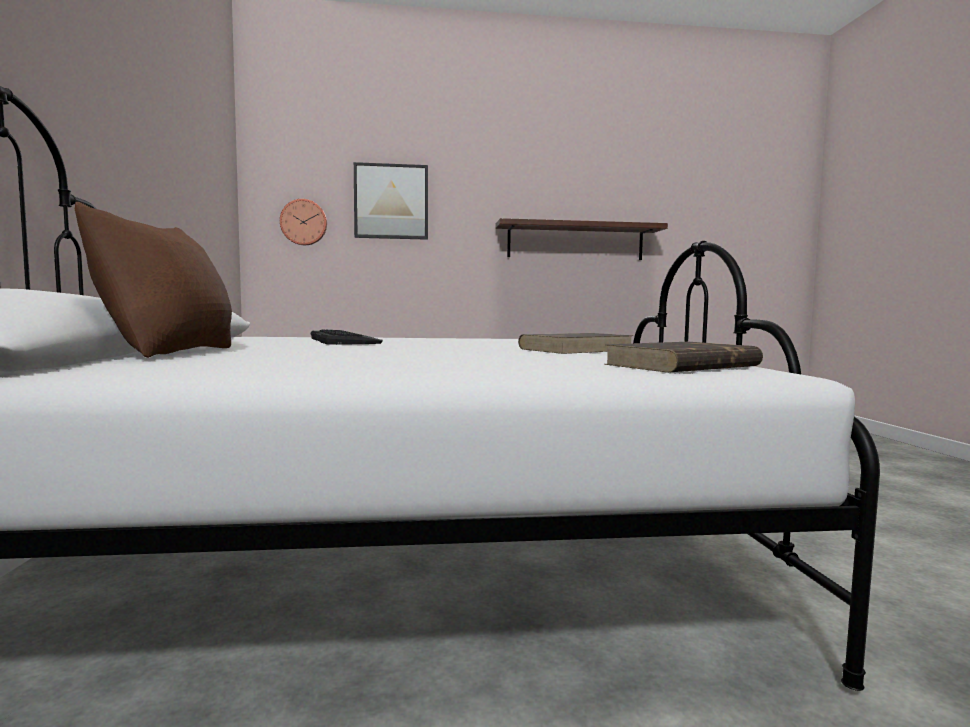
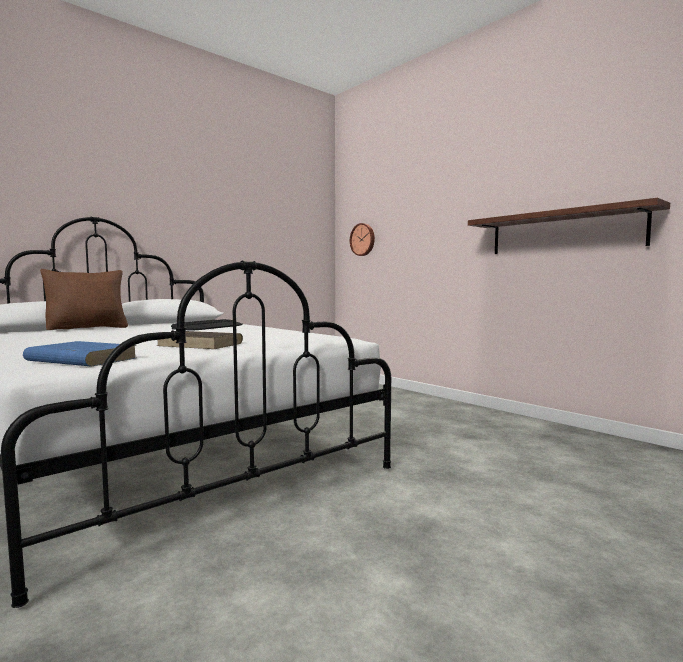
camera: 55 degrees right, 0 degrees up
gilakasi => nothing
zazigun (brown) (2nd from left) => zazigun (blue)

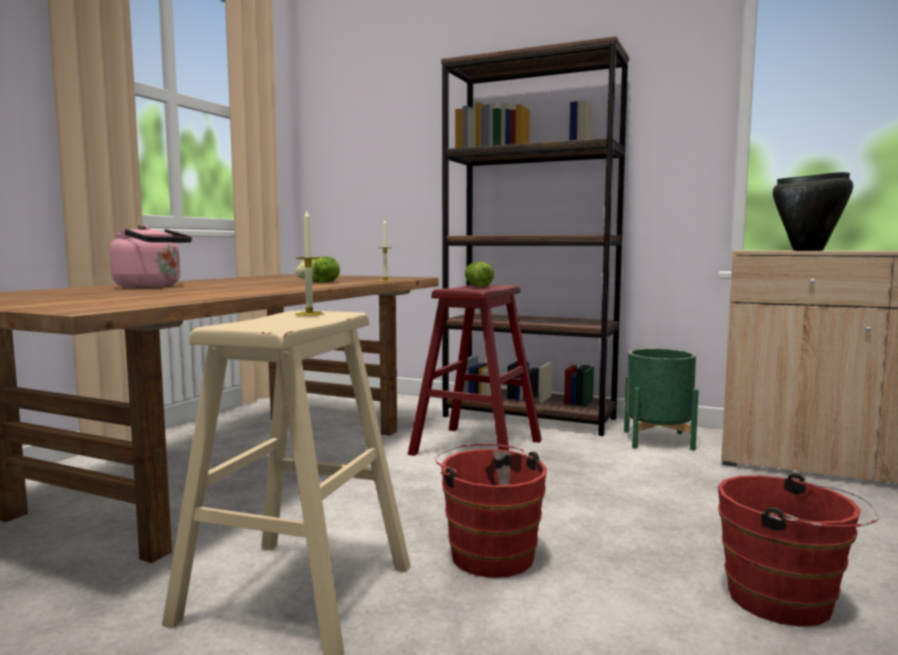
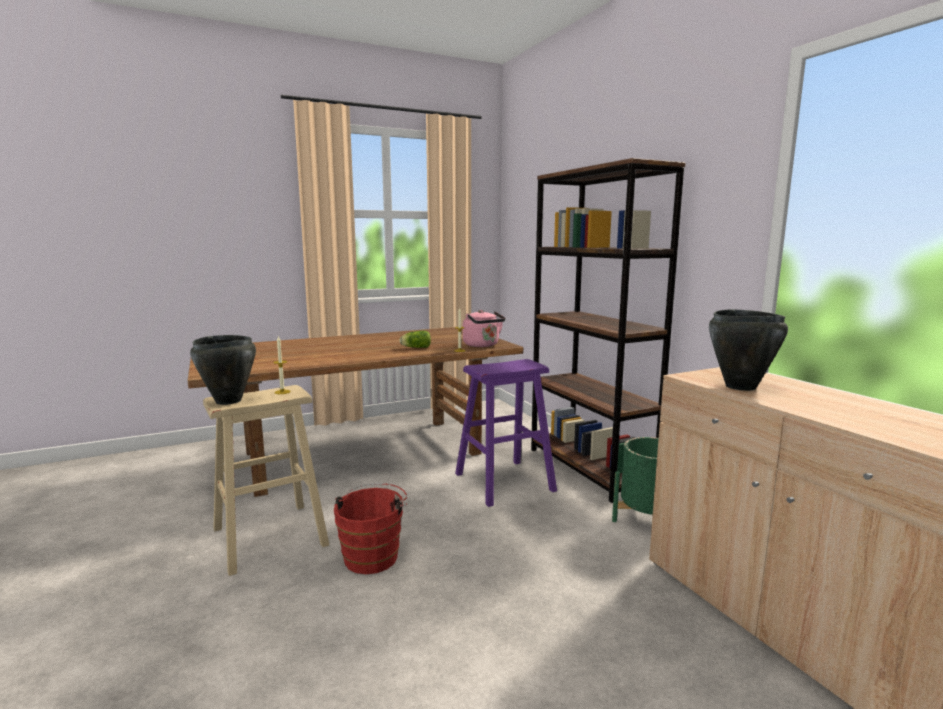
camera: 40 degrees right, 5 degrees up
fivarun (2nd from left) => nothing
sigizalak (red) (2nd from left) => nothing
nothing => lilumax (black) (1st from left)
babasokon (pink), moved
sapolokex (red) => sapolokex (purple)

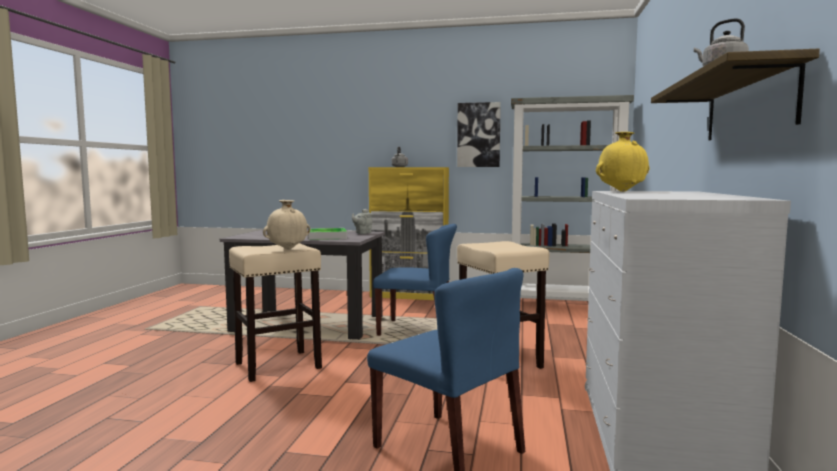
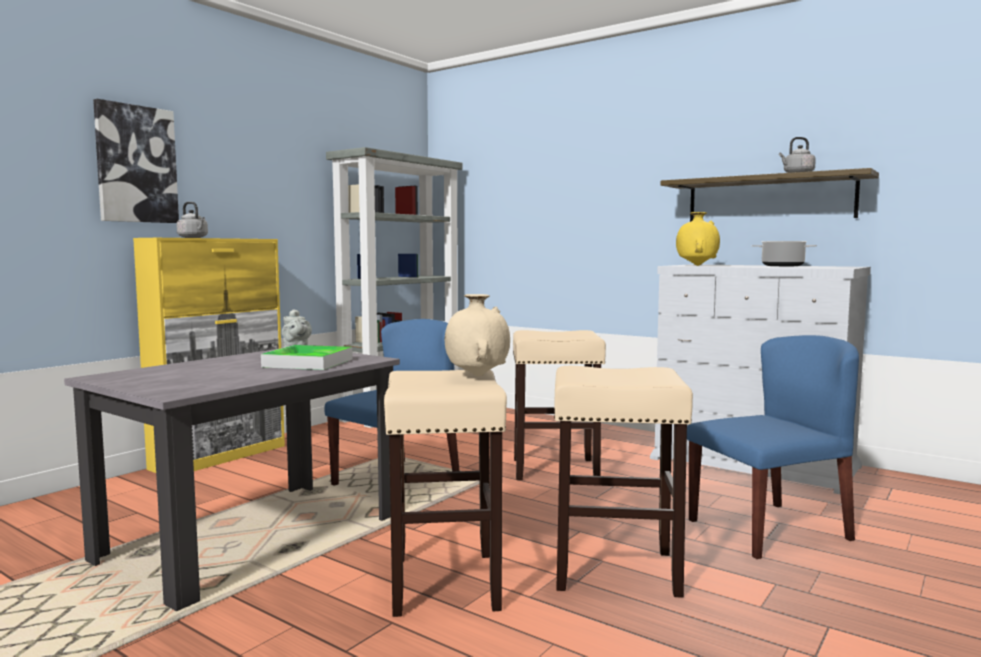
camera: 65 degrees left, 0 degrees up
nothing => sapolokex (beige) (3rd from left)
nothing => lilumax
gilakasi, moved

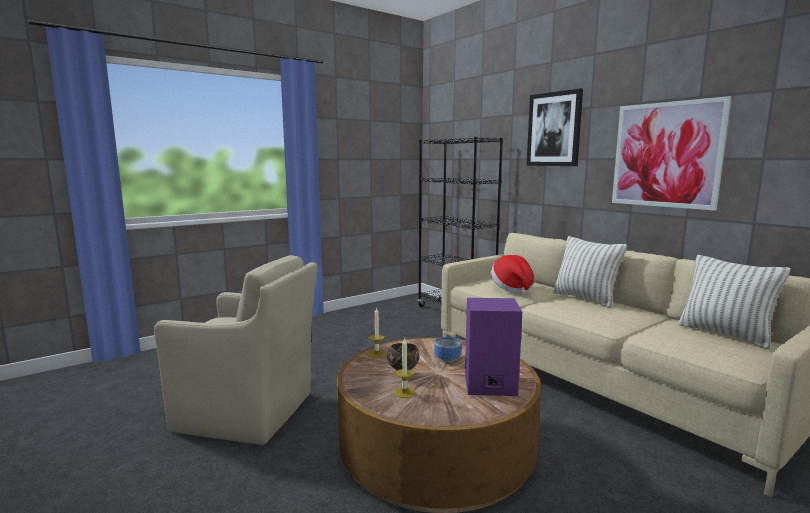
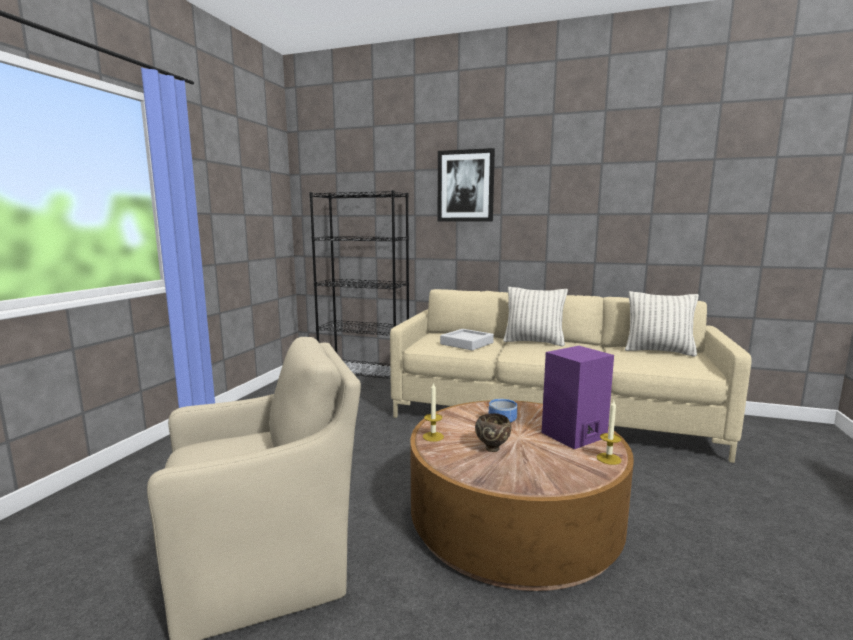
camera: 35 degrees left, 0 degrees up
gilakasi (2nd from left) => nothing
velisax (2nd from left), moved
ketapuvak => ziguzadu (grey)

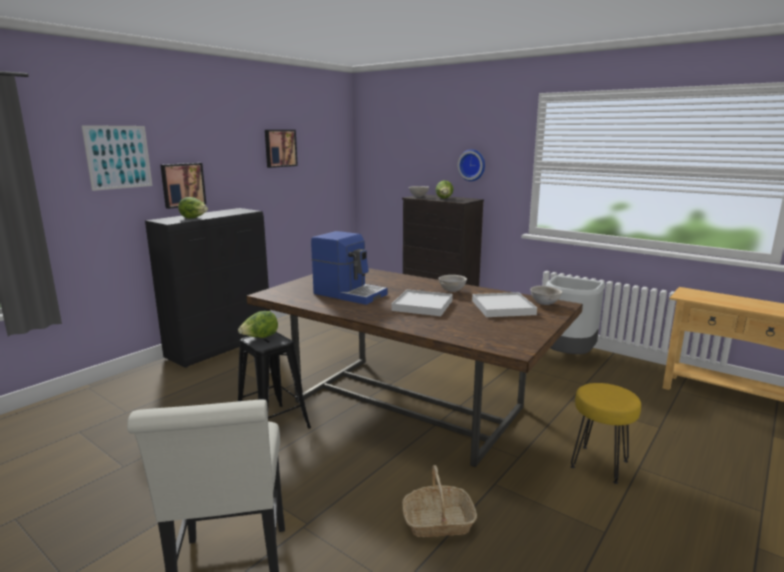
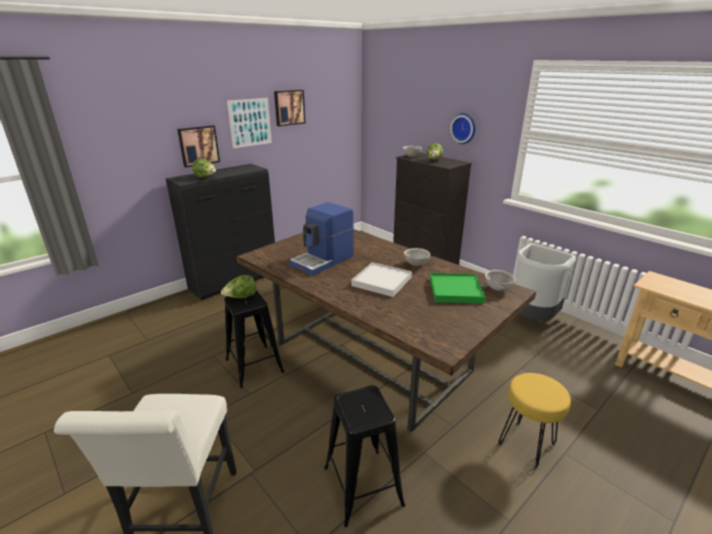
camera: 10 degrees right, 10 degrees up
gilakasi (1st from left in the first image) => gilakasi (2nd from left), moved
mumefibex => sapolokex (black) (2nd from left)
ziguzadu (white) (2nd from left) => ziguzadu (green)
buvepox, 90 degrees clockwise

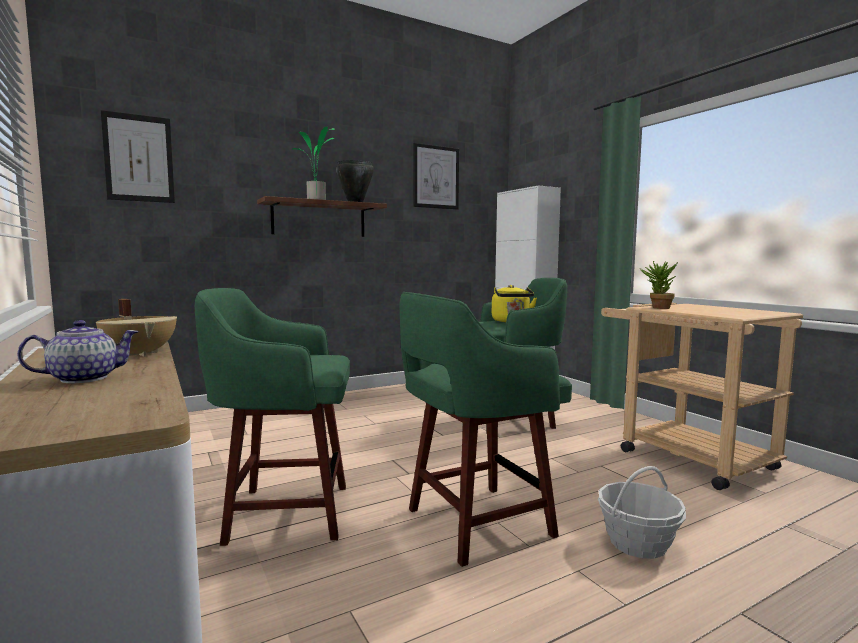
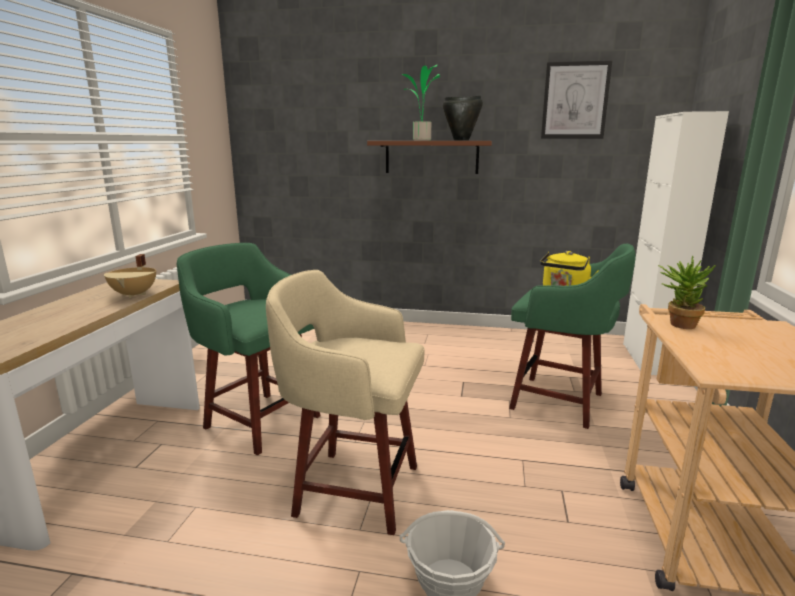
camera: 40 degrees right, 10 degrees up
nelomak => nothing
gilakasi (1st from left) => nothing
sapolokex (green) (2nd from left) => sapolokex (beige)

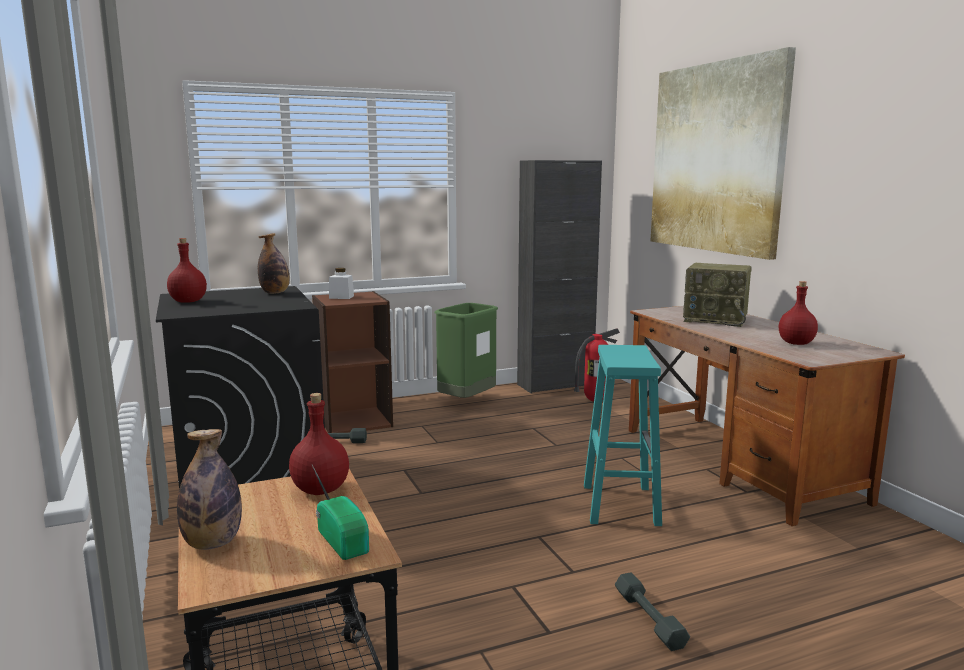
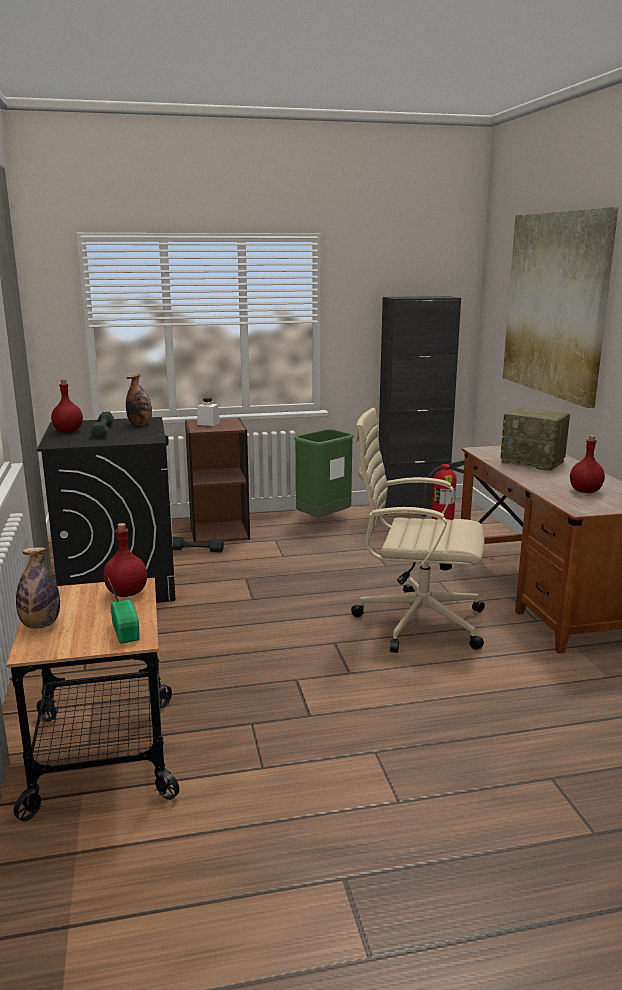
camera: 10 degrees right, 5 degrees up
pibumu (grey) (2nd from left in the first image) => pibumu (grey) (1st from left), moved
sapolokex (turquoise) => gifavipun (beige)

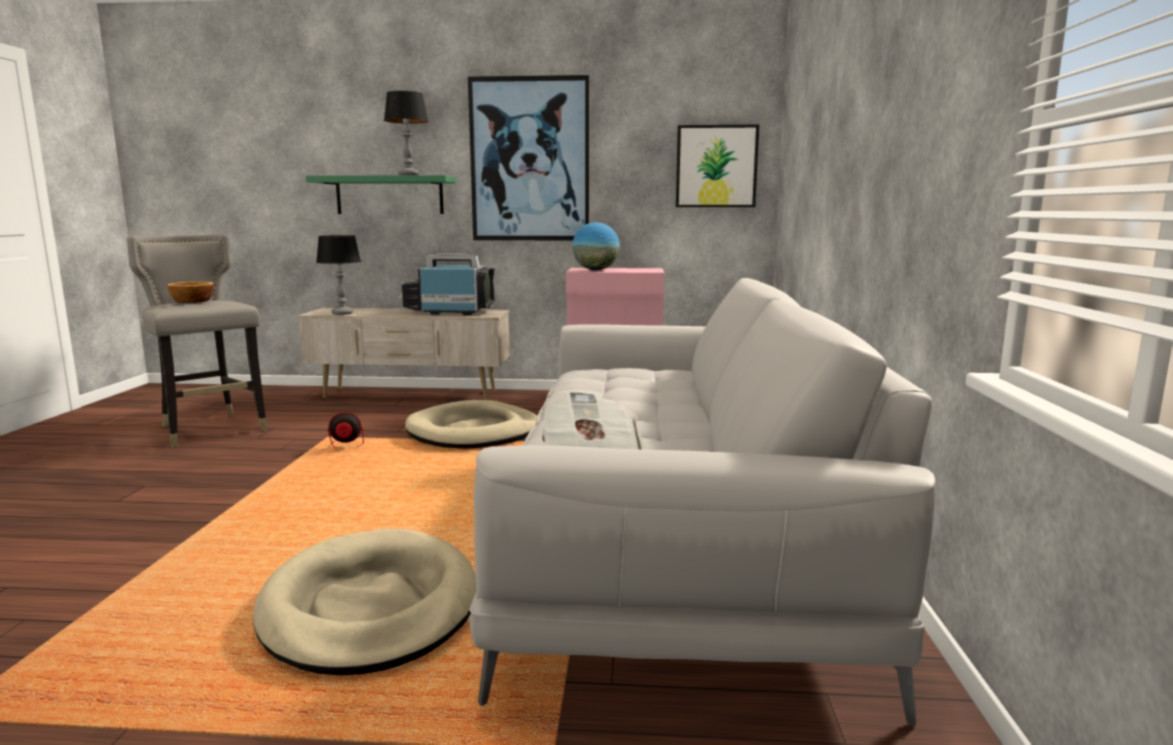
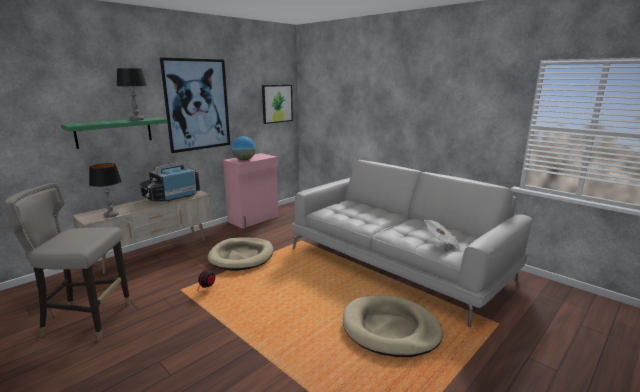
camera: 50 degrees left, 5 degrees up
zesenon => nothing

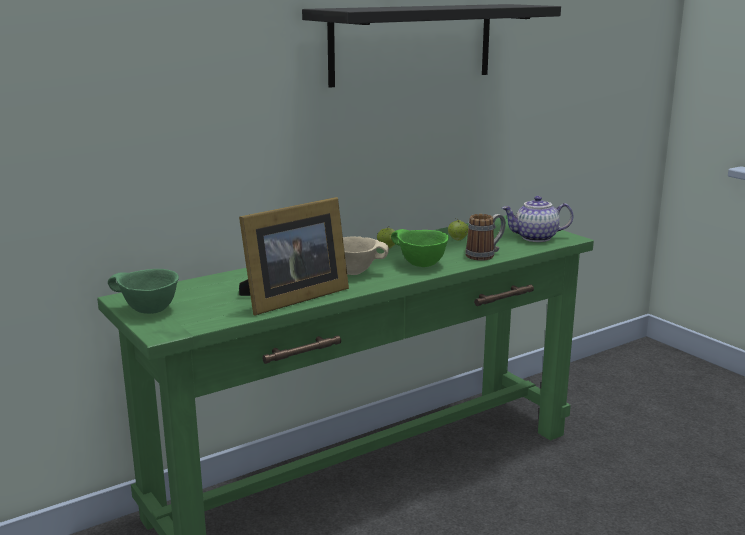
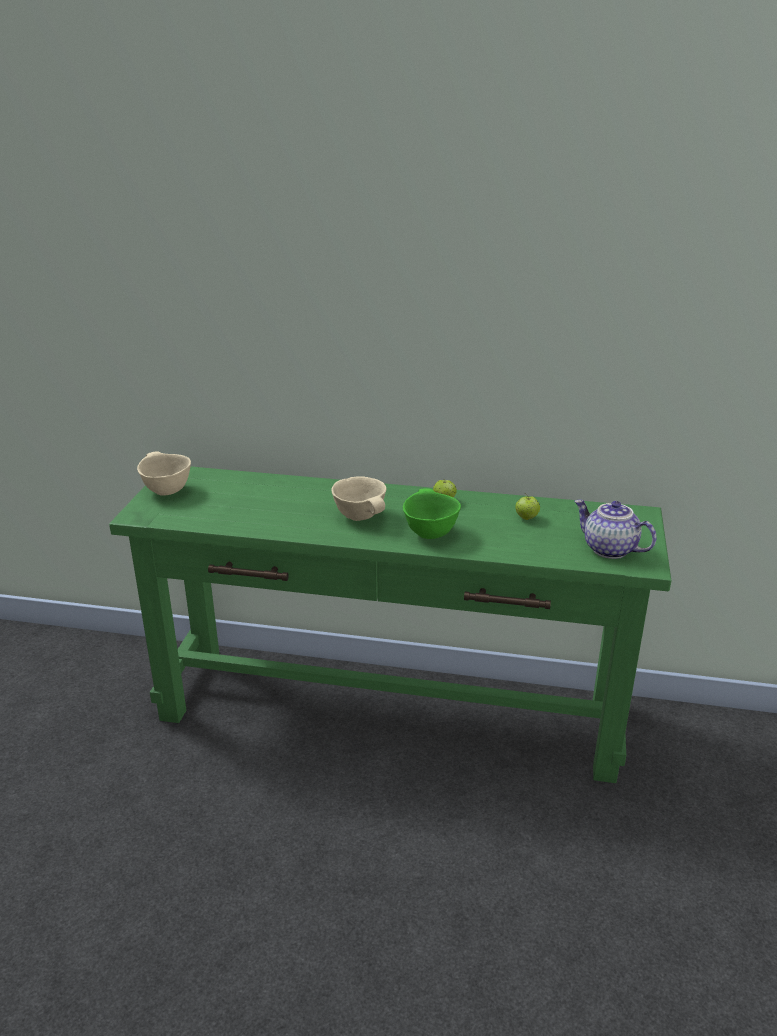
camera: 45 degrees right, 10 degrees up
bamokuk => nothing
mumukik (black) => nothing
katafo => nothing
zesenon (green) (1st from left) => zesenon (beige) (1st from left)

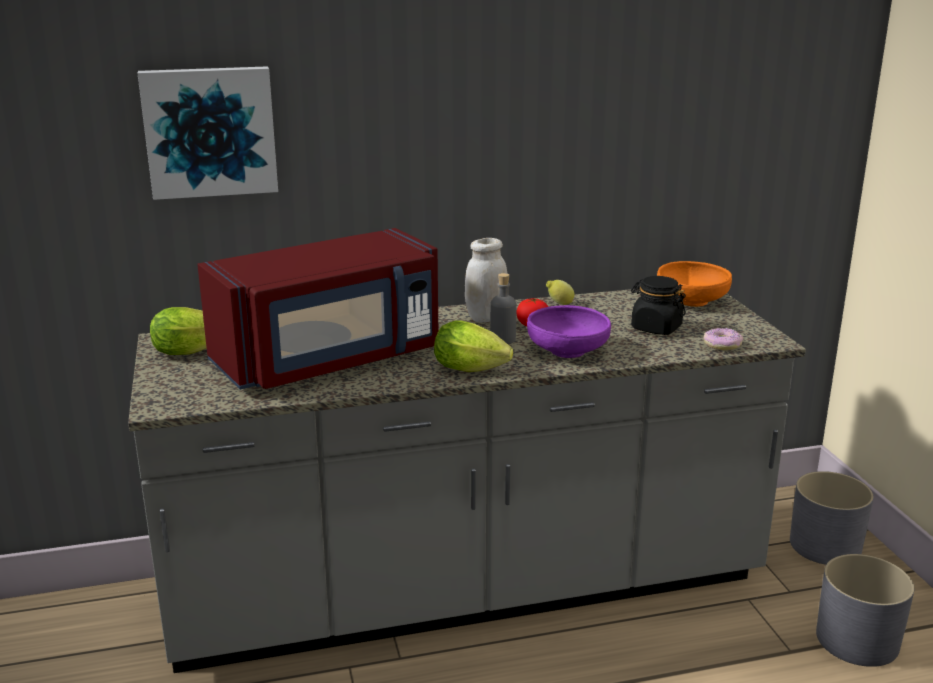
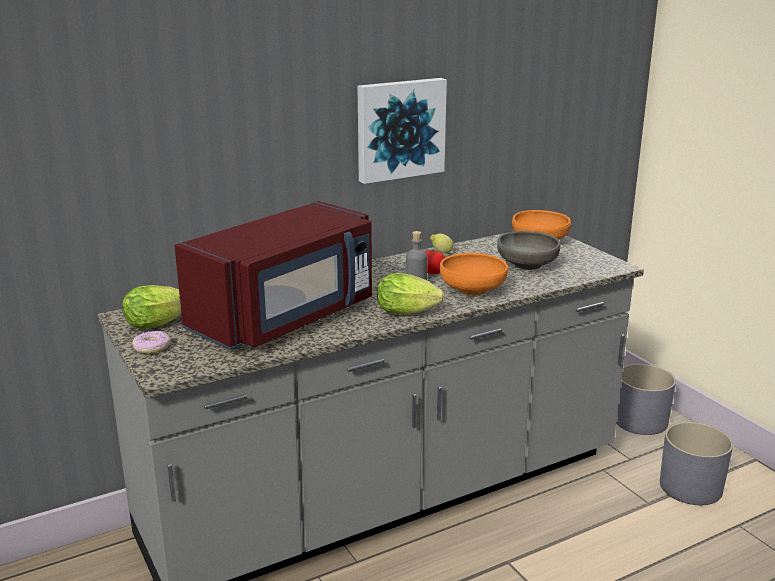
camera: 15 degrees left, 0 degrees up
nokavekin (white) => nothing
gilakasi, moved
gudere, moved
nokavekin (black) => zesenon (grey)
zesenon (purple) => zesenon (orange) (1st from left)

